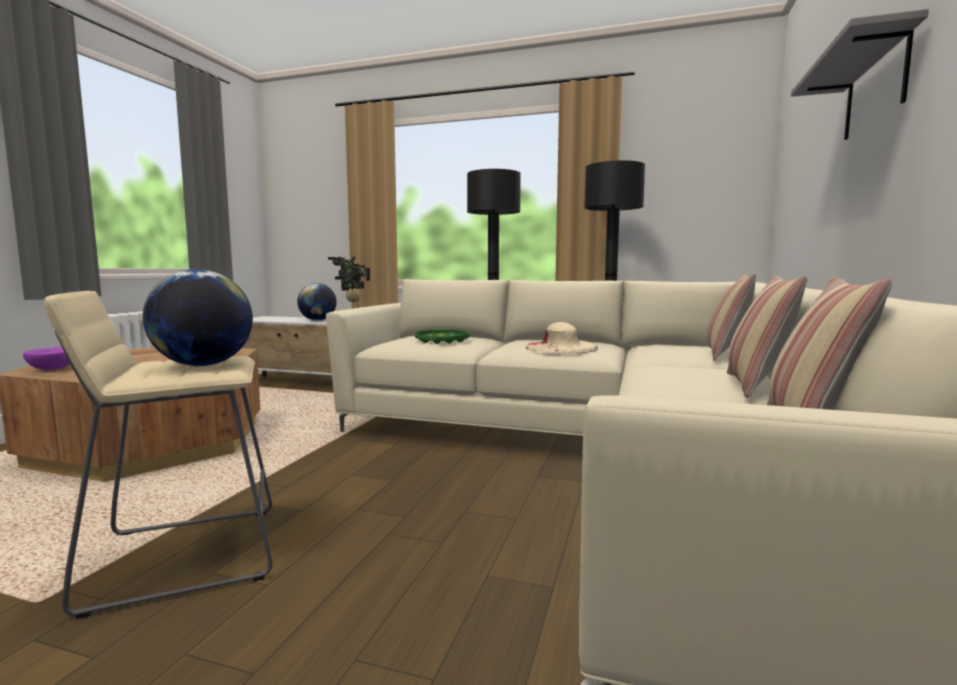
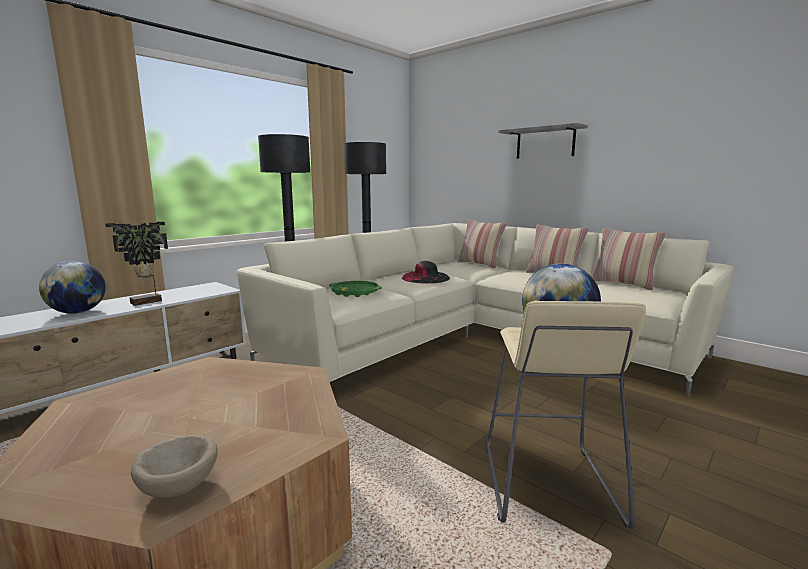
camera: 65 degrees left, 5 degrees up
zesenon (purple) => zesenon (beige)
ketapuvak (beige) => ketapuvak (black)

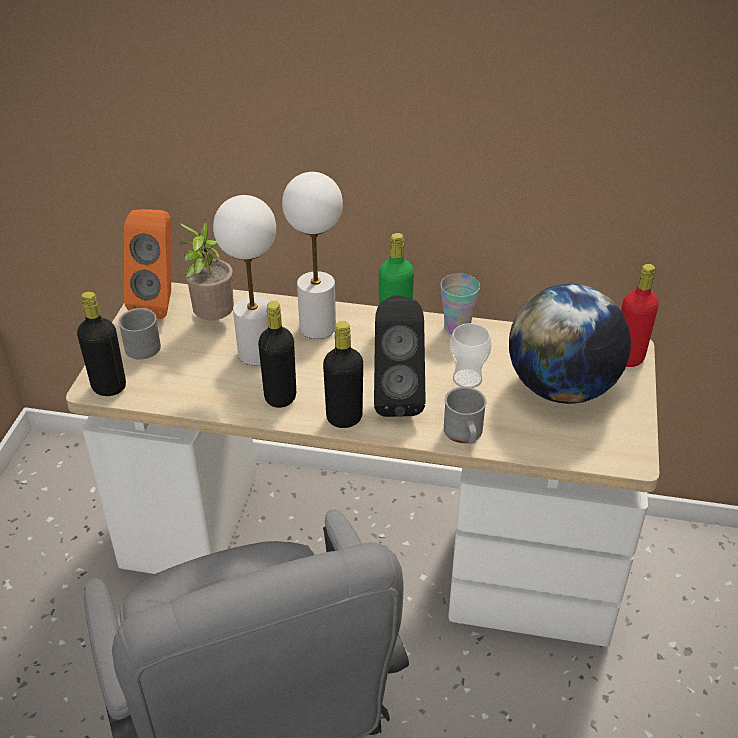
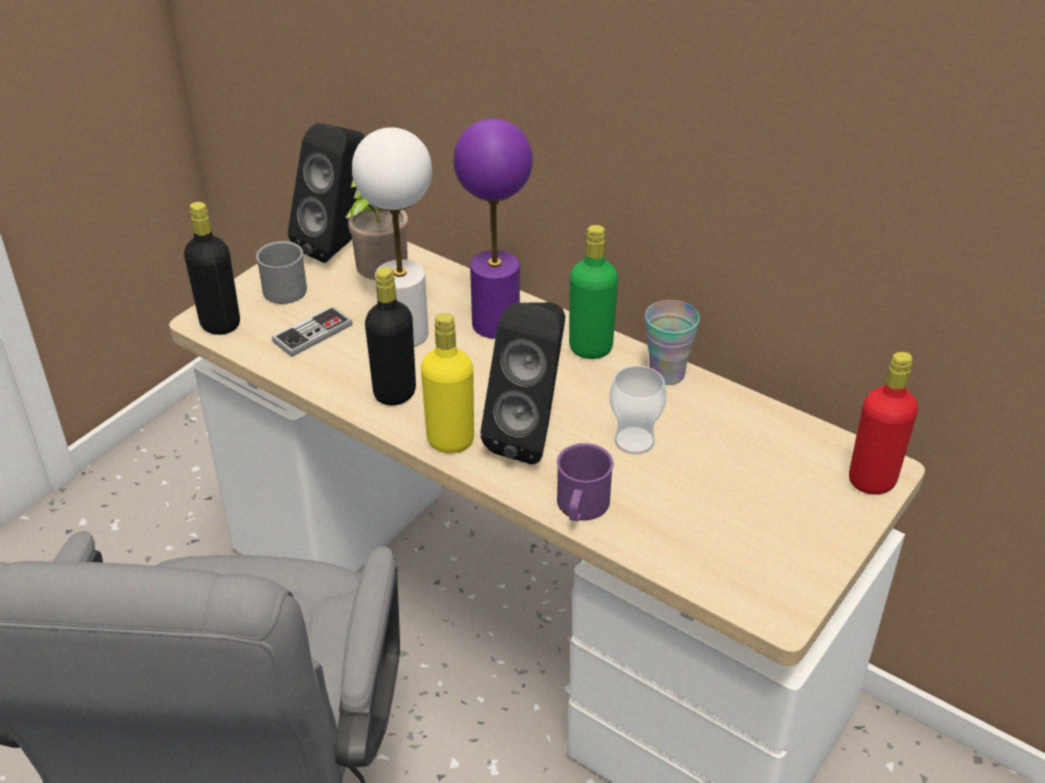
camera: 25 degrees right, 0 degrees up
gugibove => nothing
nothing => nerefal
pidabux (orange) => pidabux (black) (1st from left)
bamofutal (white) (2nd from left) => bamofutal (purple)
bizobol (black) (3rd from left) => bizobol (yellow)
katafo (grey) (2nd from left) => katafo (purple)

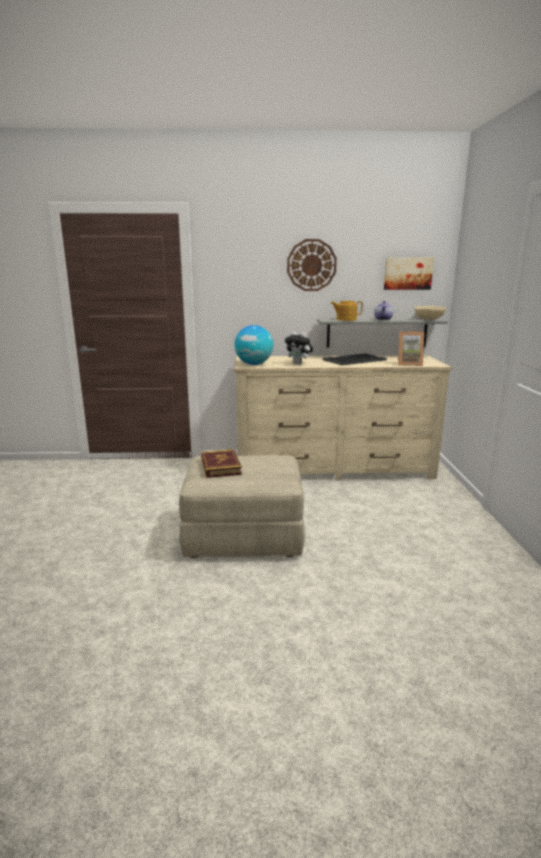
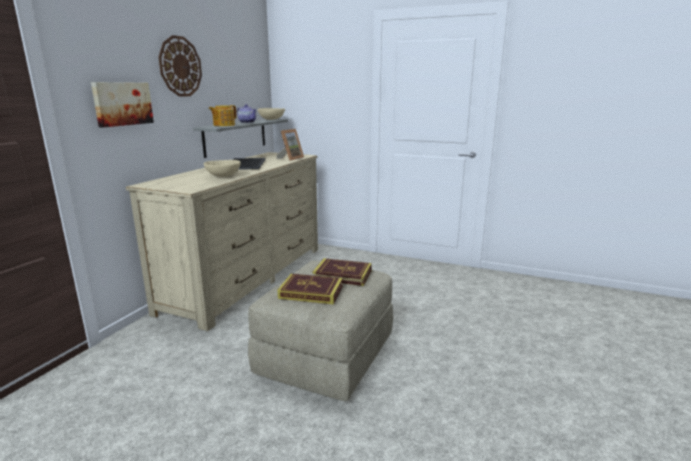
camera: 65 degrees left, 0 degrees up
gugibove => nothing
nothing => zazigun (2nd from left)
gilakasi, moved
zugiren => zesenon (beige) (1st from left)

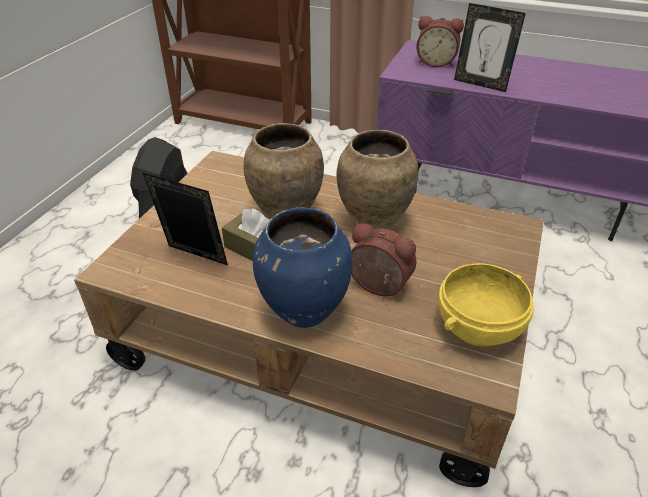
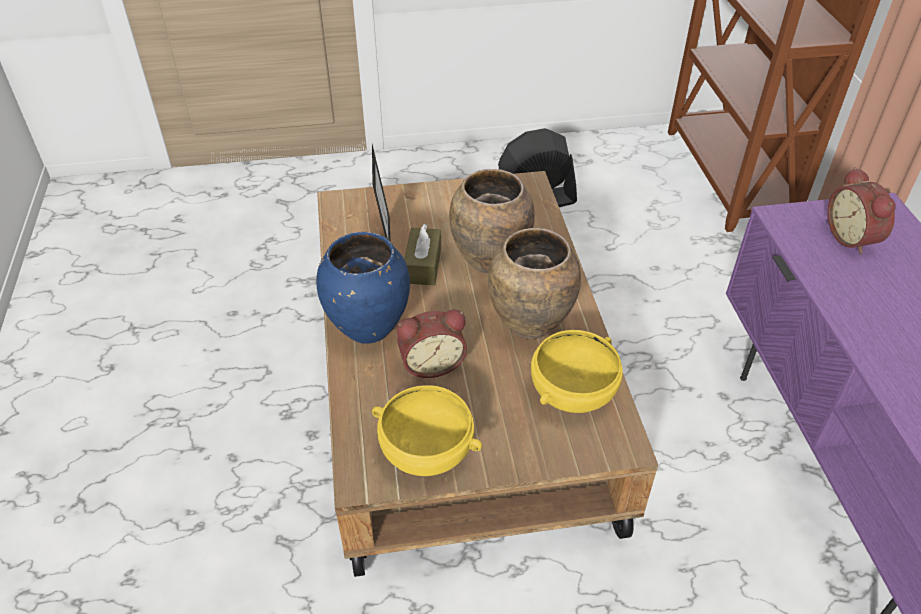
camera: 60 degrees right, 5 degrees up
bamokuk (2nd from left) => nothing
nothing => zesenon (yellow) (2nd from left)
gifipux (1st from left), 75 degrees clockwise

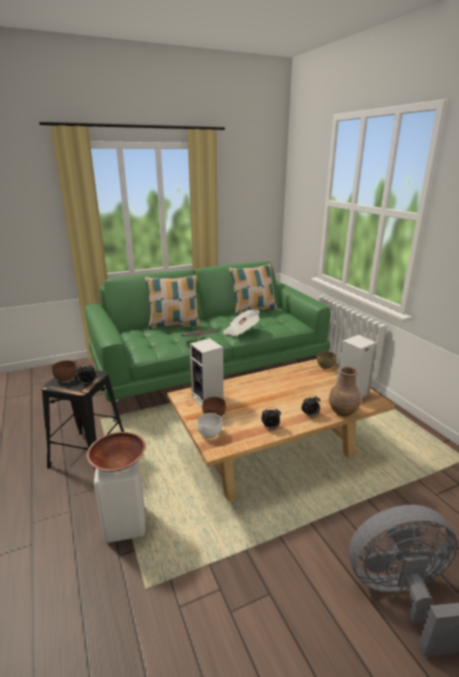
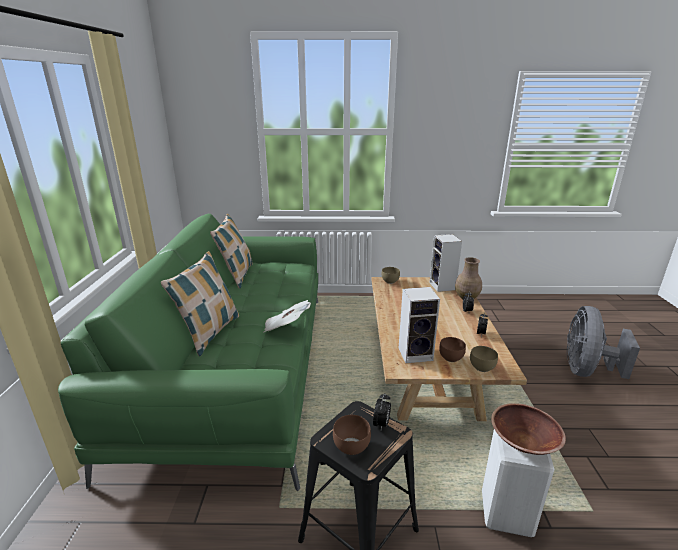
camera: 65 degrees left, 0 degrees up
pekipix (2nd from left) => nothing
zesenon (white) => zesenon (brown) (4th from left)

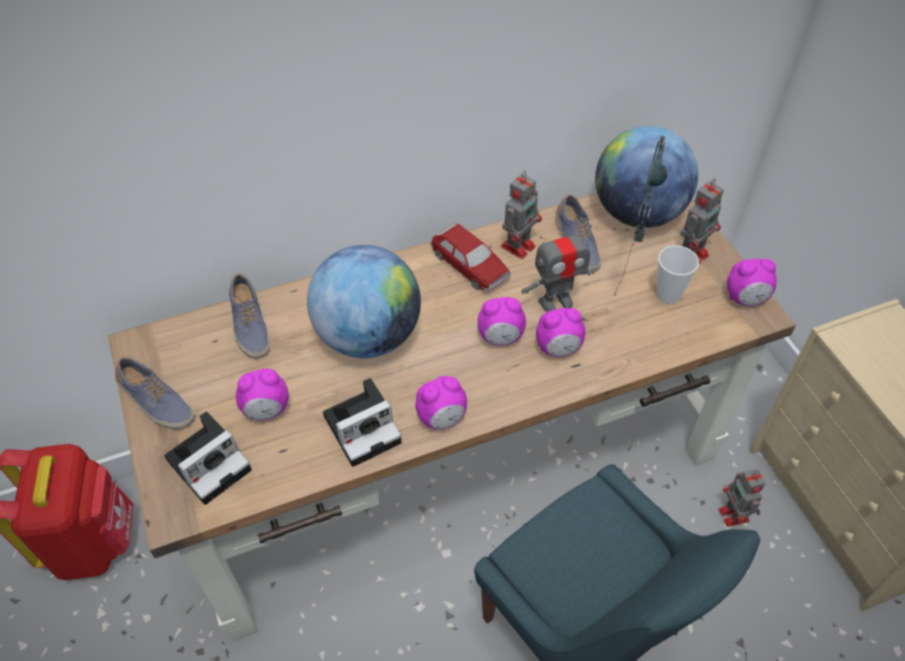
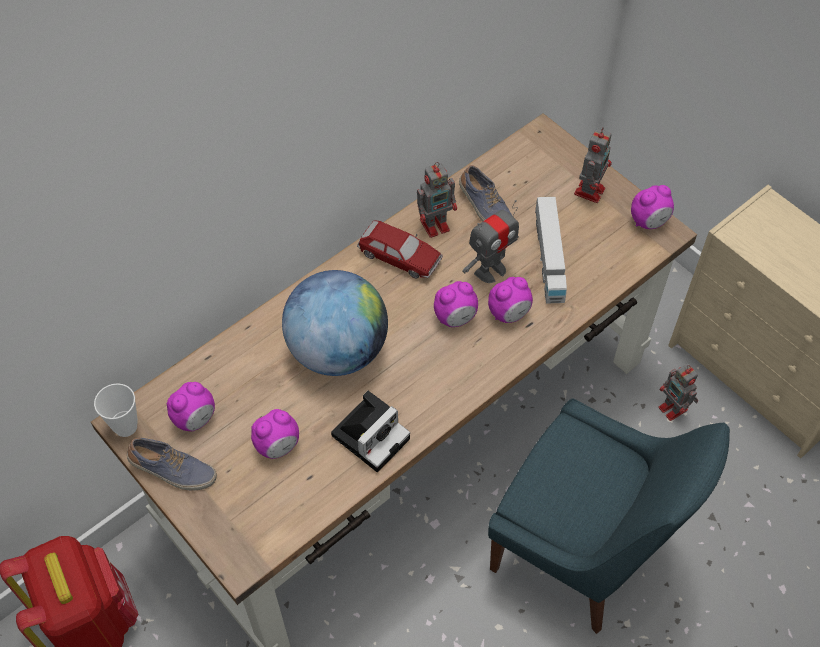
camera: 20 degrees left, 5 degrees up
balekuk (1st from left) => nothing
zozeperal (2nd from left) => nothing
gugibove (2nd from left) => nothing
gifipux (2nd from left in the first image) => gifipux (1st from left), moved
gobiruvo, moved
bamofutal => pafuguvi
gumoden (1st from left), 45 degrees clockwise

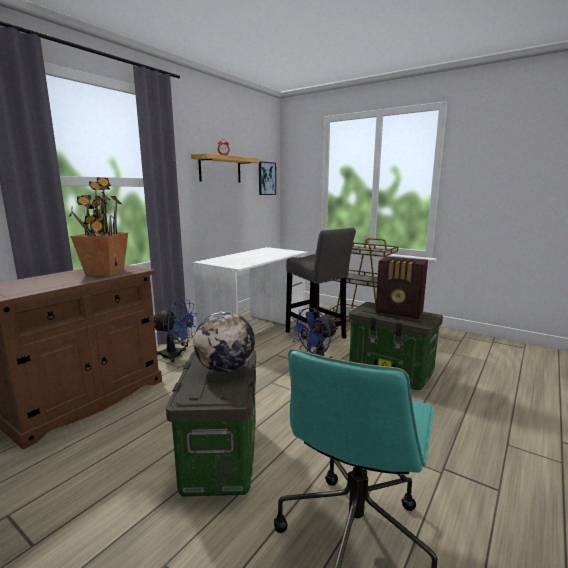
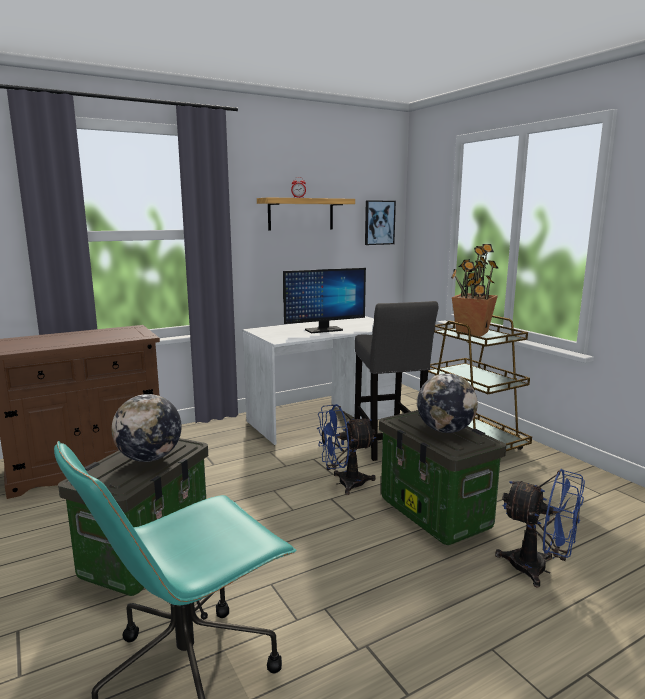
camera: 25 degrees right, 0 degrees up
nothing => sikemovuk
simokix, moved
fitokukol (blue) (1st from left in the first image) => fitokukol (blue) (2nd from left), moved
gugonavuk => gugibove (2nd from left)

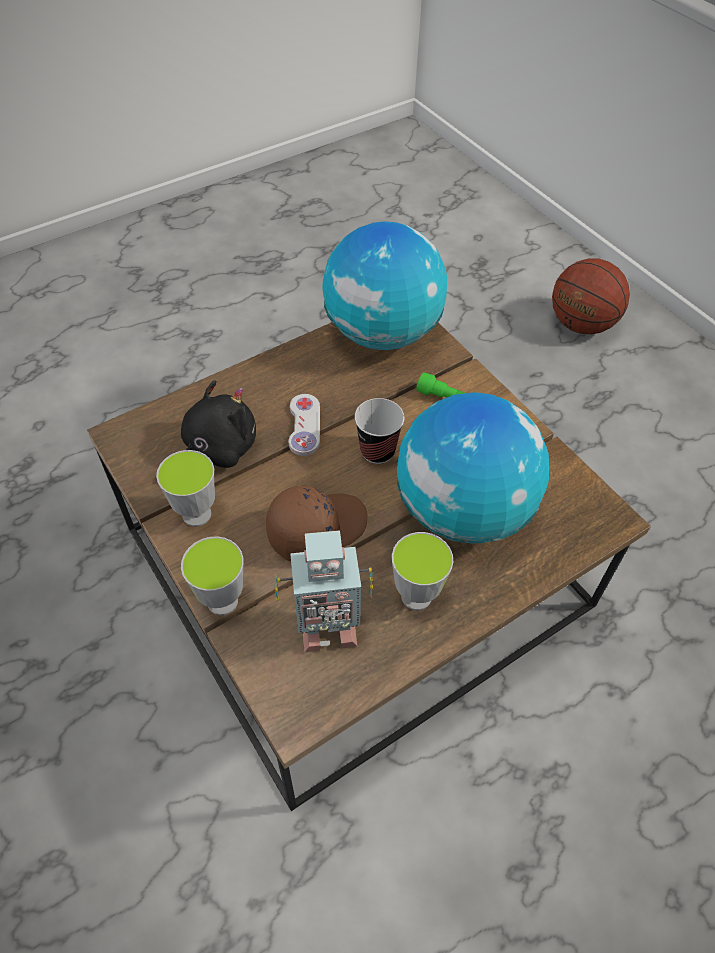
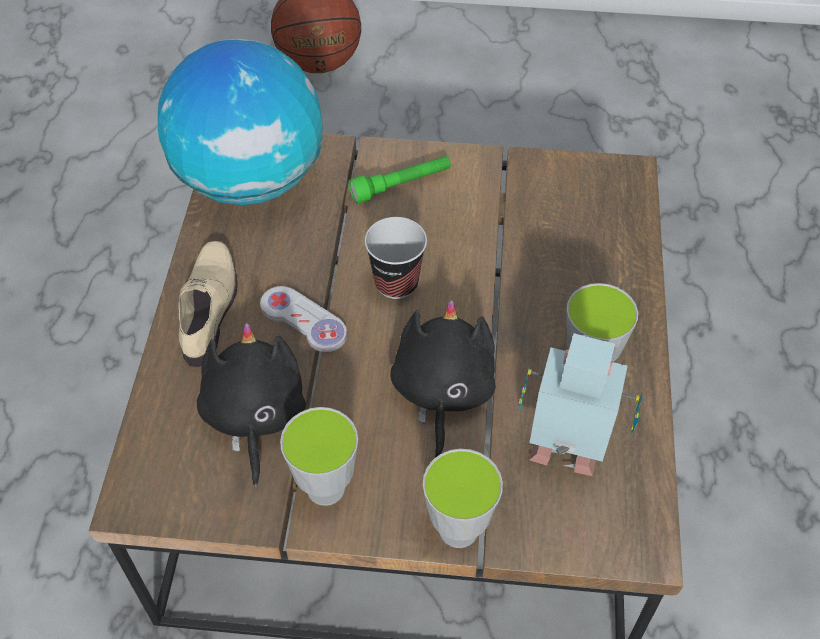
camera: 50 degrees left, 0 degrees up
gugibove (2nd from left) => nothing
nothing => zozeperal (beige)
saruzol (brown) => zugiren (black) (2nd from left)
gumoden, 105 degrees counterclockwise

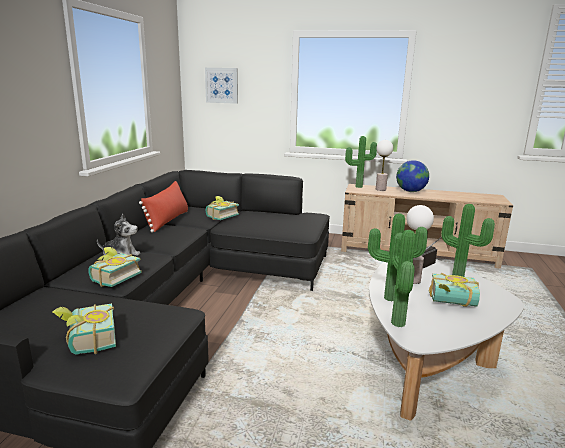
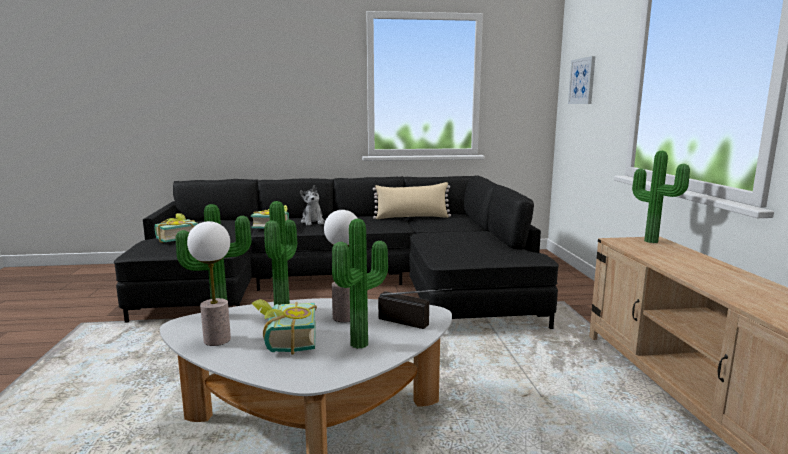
camera: 70 degrees right, 5 degrees down
zazigun (3rd from left) => nothing
gugibove => nothing
bamofutal (1st from left), moved
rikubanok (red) => rikubanok (beige)

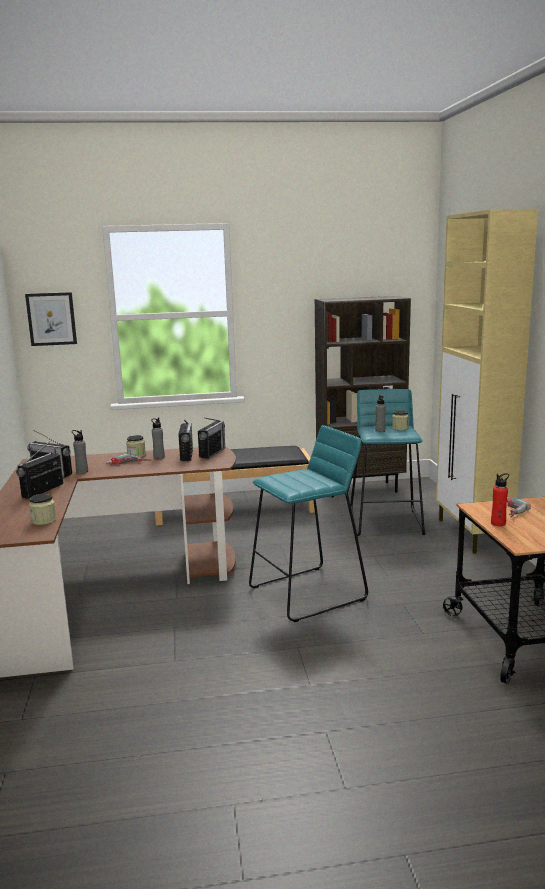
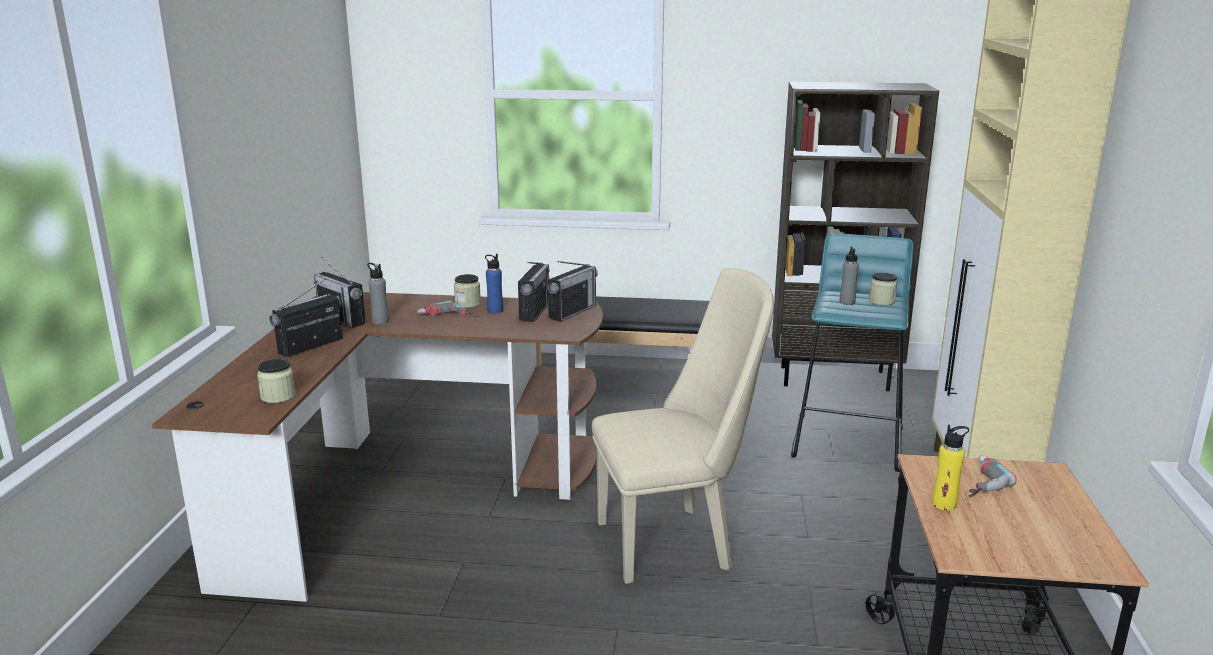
camera: 15 degrees right, 5 degrees up
gilakasi => nothing
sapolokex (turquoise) (1st from left) => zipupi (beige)
bizobol (grey) (2nd from left) => bizobol (blue)
bizobol (red) => bizobol (yellow)

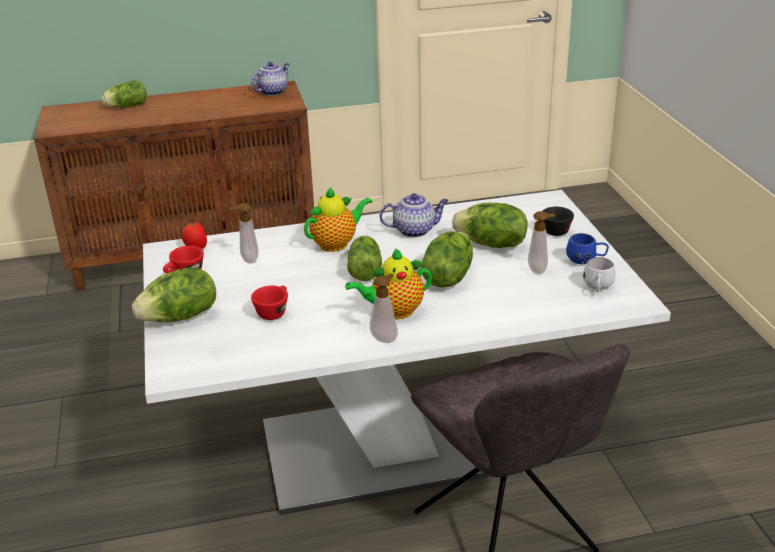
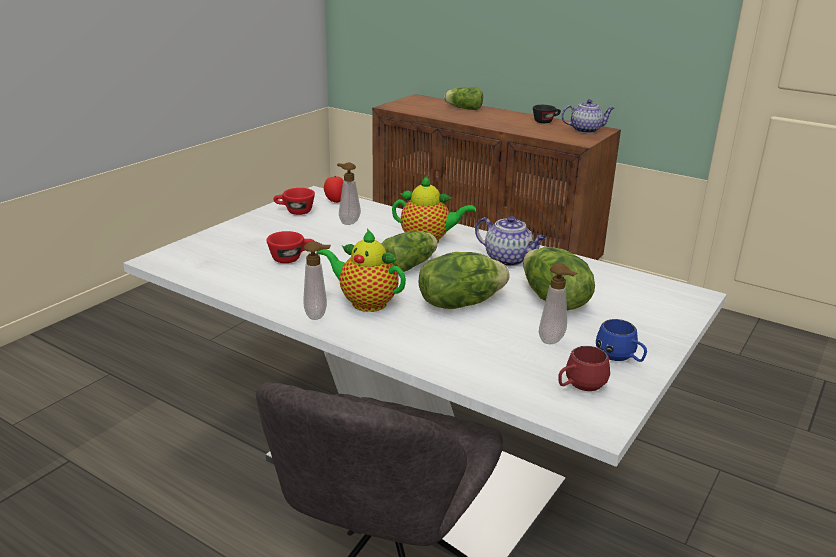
camera: 45 degrees right, 5 degrees down
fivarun (2nd from left) => nothing
gobiruvo (black), moved
katafo (white) => katafo (red)

